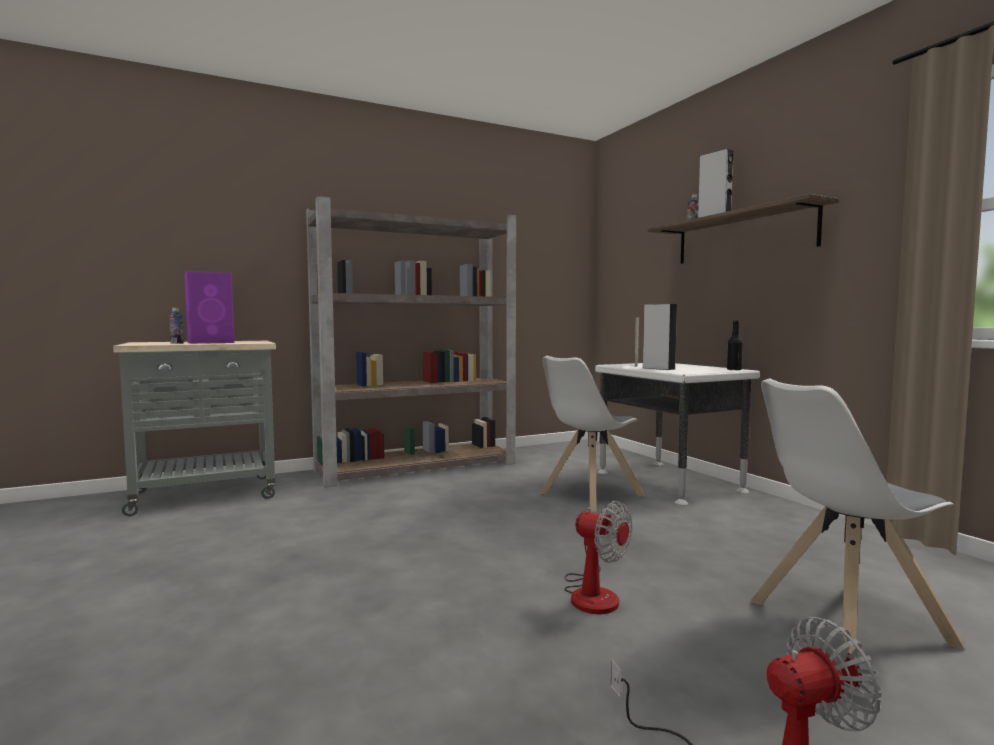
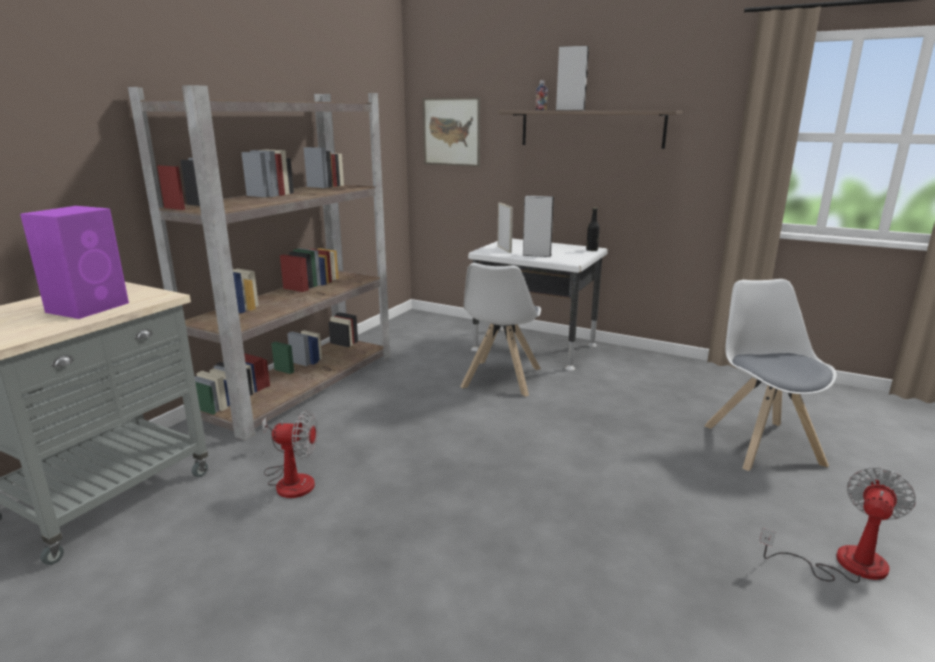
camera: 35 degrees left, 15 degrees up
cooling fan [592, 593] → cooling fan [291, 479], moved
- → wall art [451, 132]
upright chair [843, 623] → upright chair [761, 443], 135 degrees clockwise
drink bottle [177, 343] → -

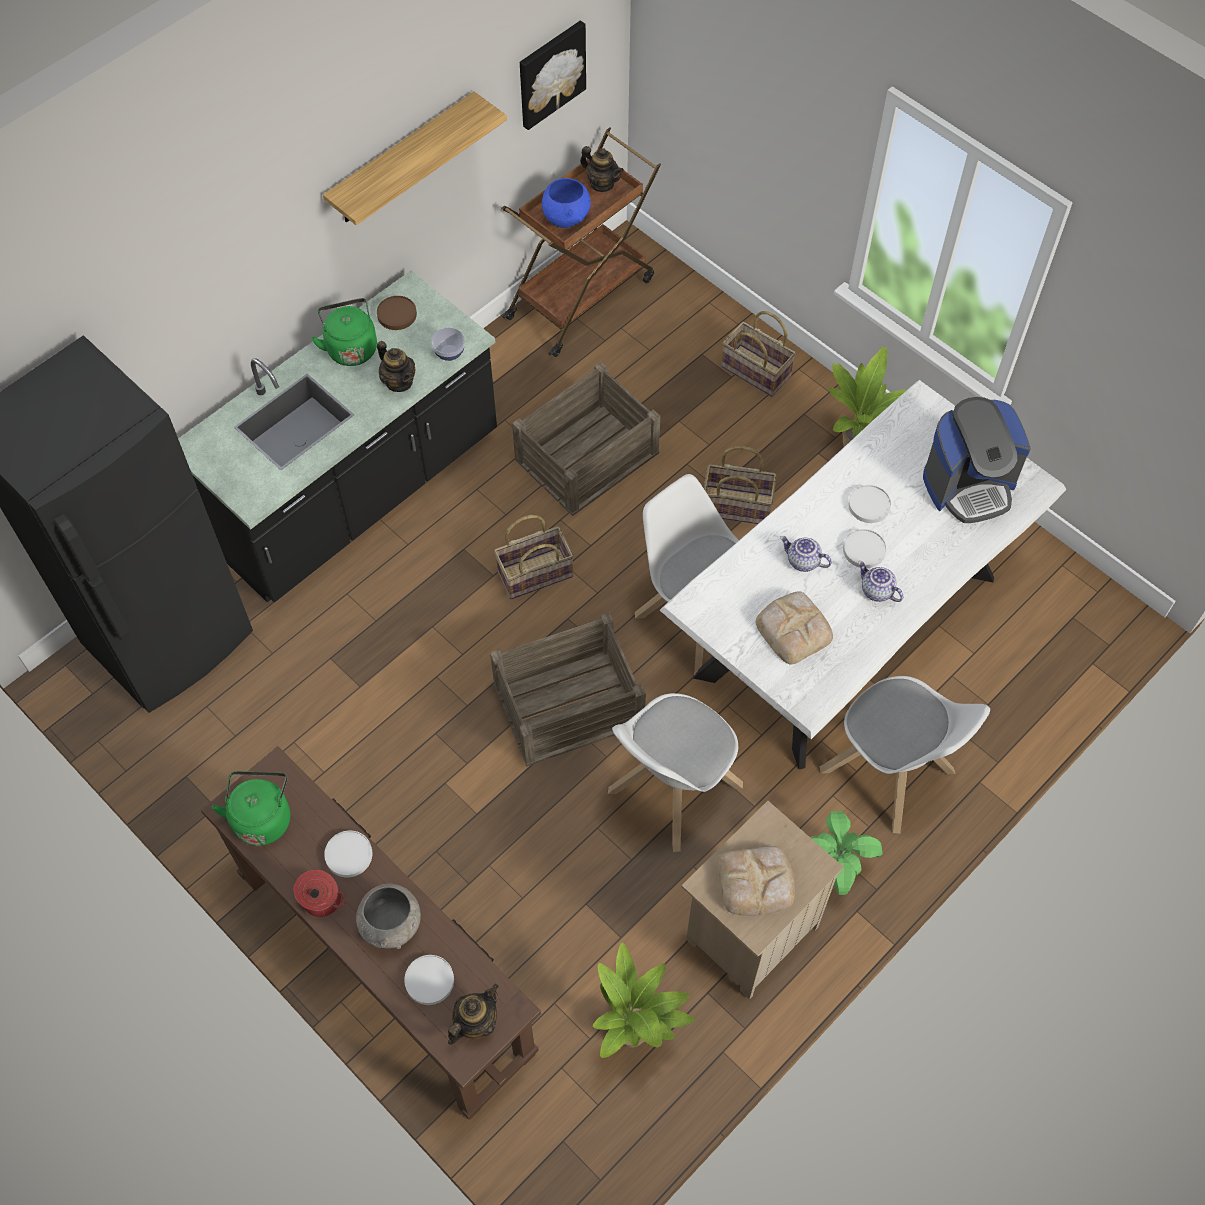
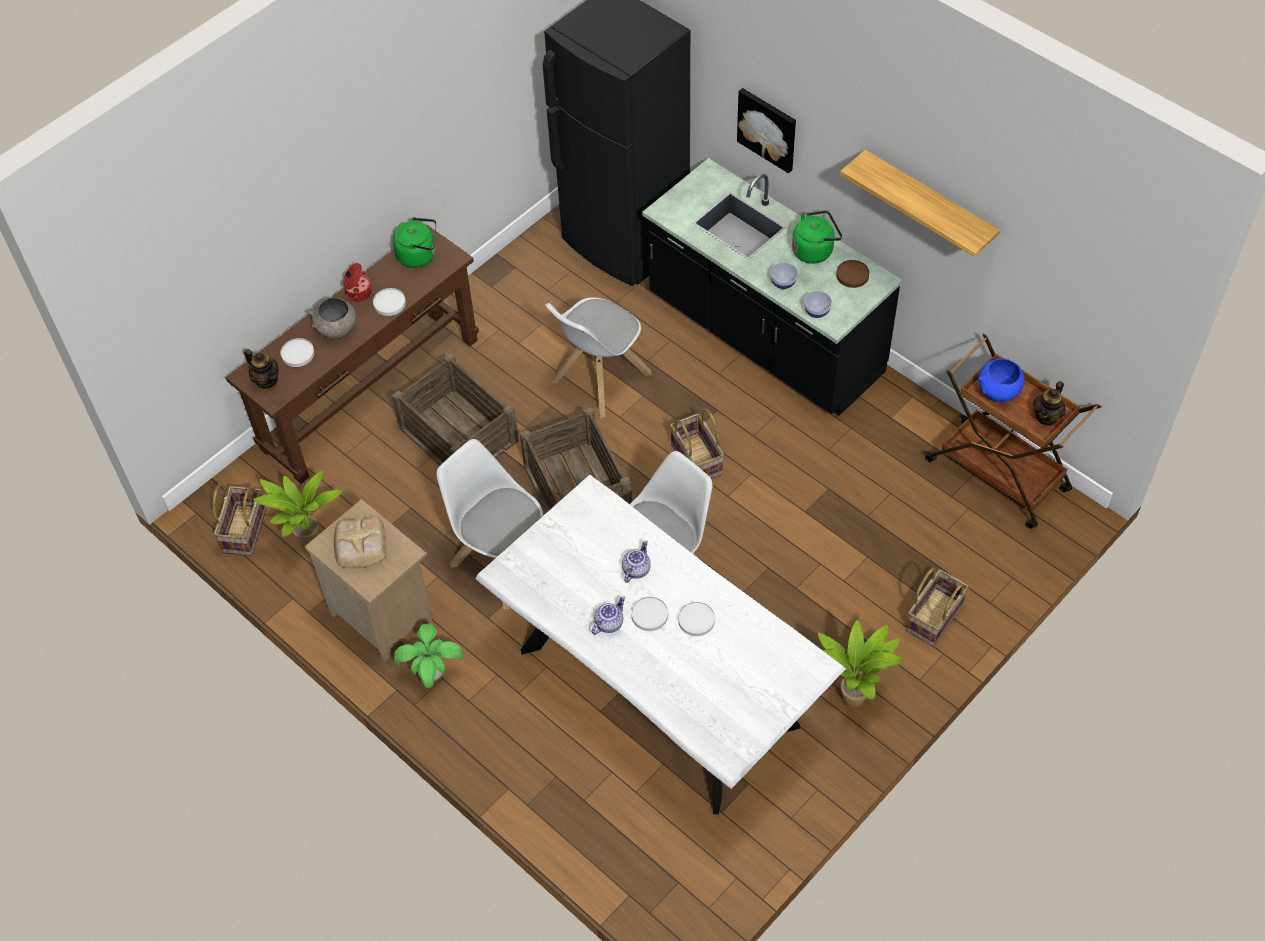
camera: 90 degrees right, 5 degrees down
storage basket [737, 505] → storage basket [245, 531], moved
crate [585, 456] → crate [458, 433], moved
upright chair [890, 773] → upright chair [599, 379], moved
wall art [550, 73] → wall art [768, 128], moved
pot for tea [399, 382] → bowl [783, 283]
bakery bread [793, 628] → -
coffee machine [968, 485] → -

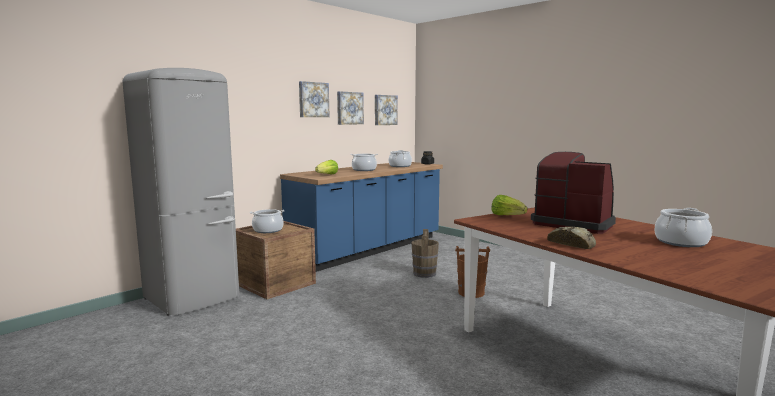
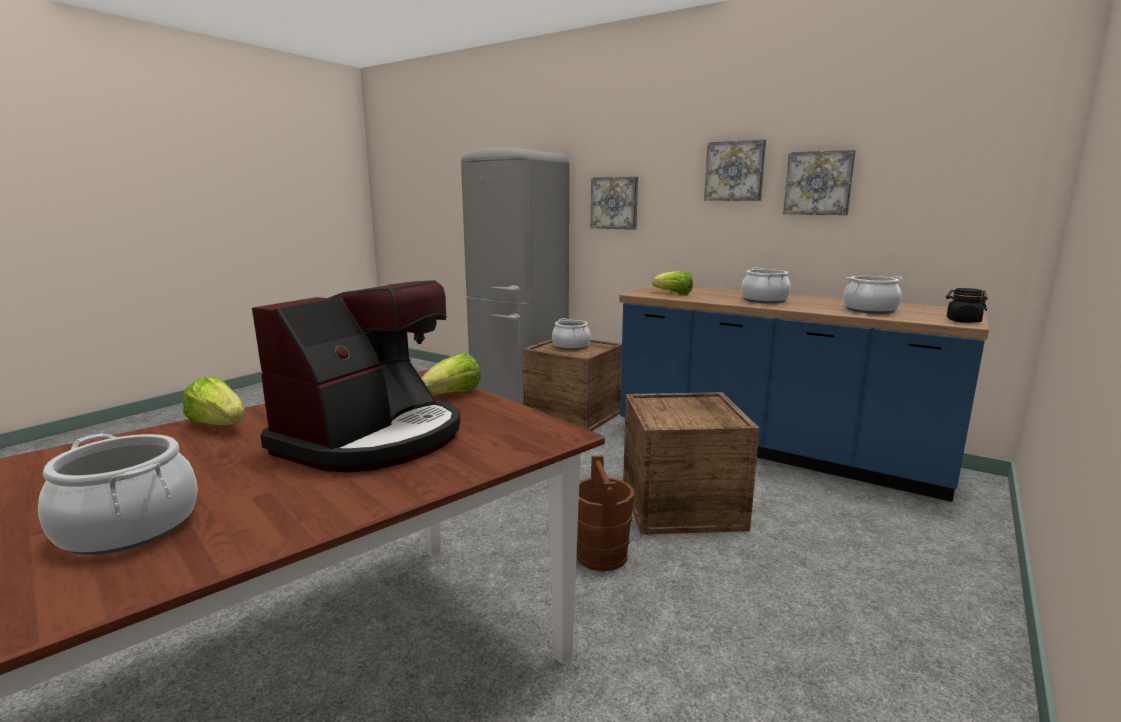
camera: 80 degrees right, 5 degrees up
bakery bread [572, 244] → lettuce [219, 425]
wall art [385, 110] → wall art [615, 203], moved
pail (brown) [424, 273] → crate [681, 505]

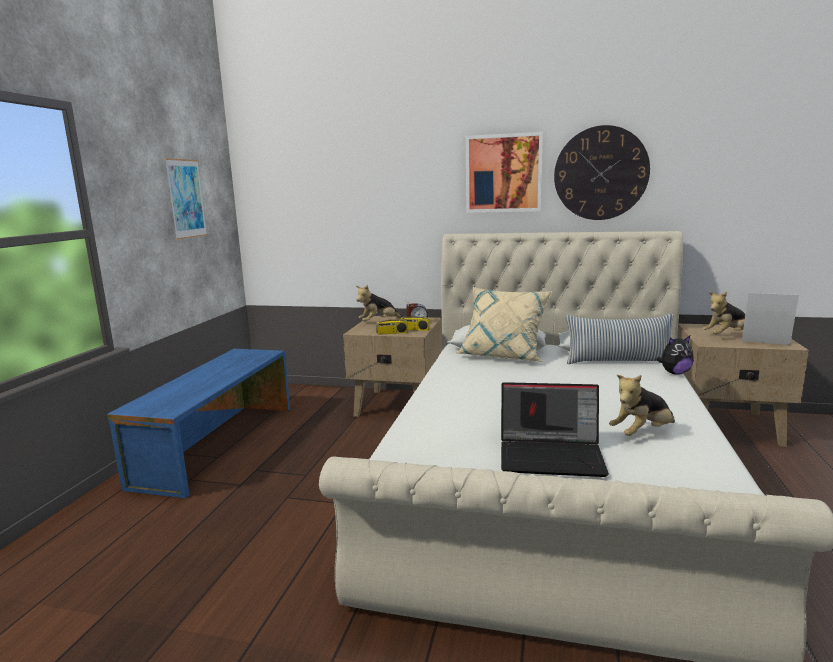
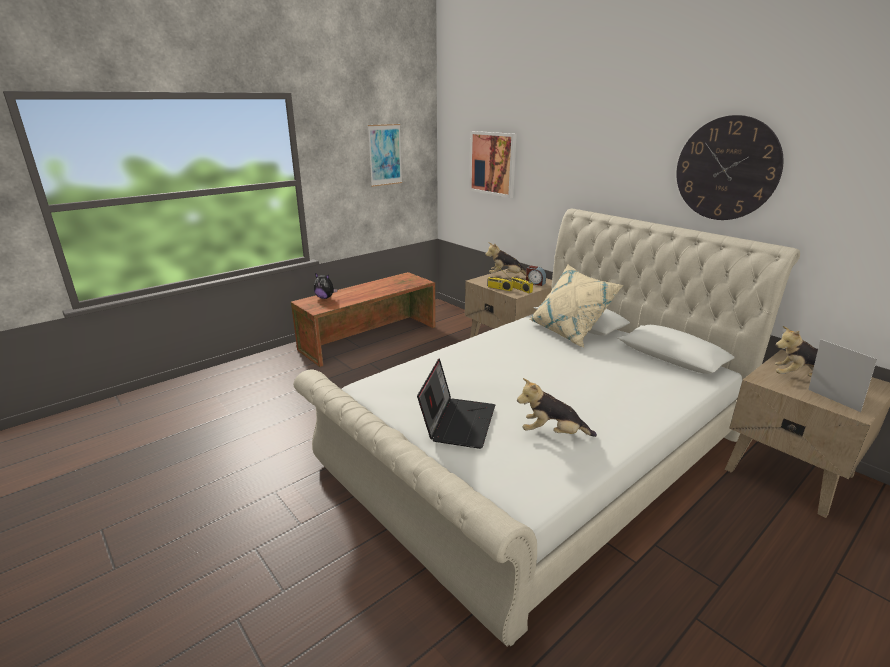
camera: 35 degrees right, 10 degrees up
bench (blue) [217, 443] → bench (brown) [369, 337]
soft toy [674, 373] → soft toy [325, 297], moved
laptop [552, 456] → laptop [457, 422], 120 degrees counterclockwise
wall art [503, 173] → wall art [493, 163], moved
pillow [618, 361] → -

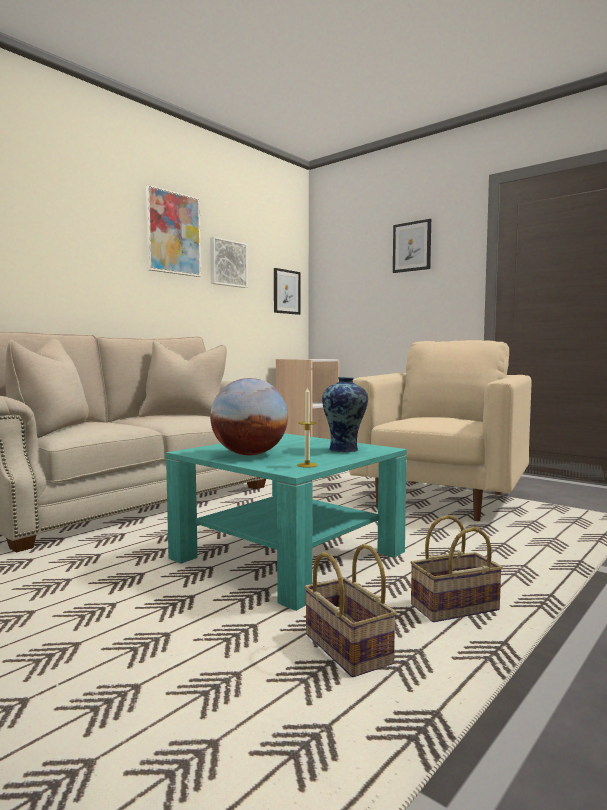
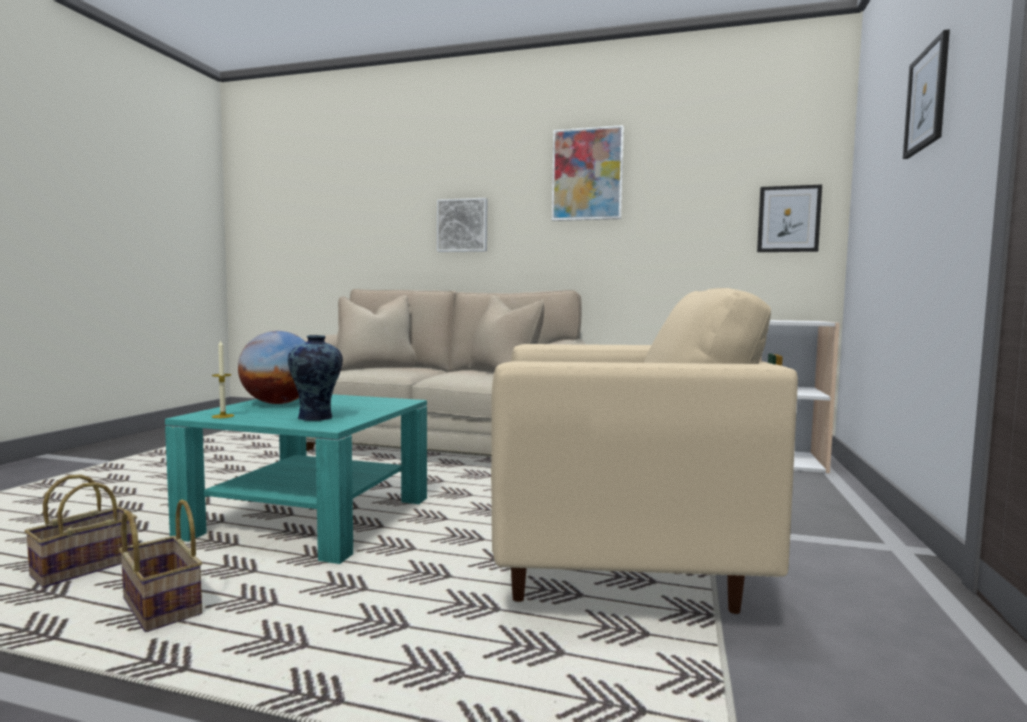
camera: 65 degrees right, 0 degrees up
wall art [227, 263] → wall art [463, 225], moved

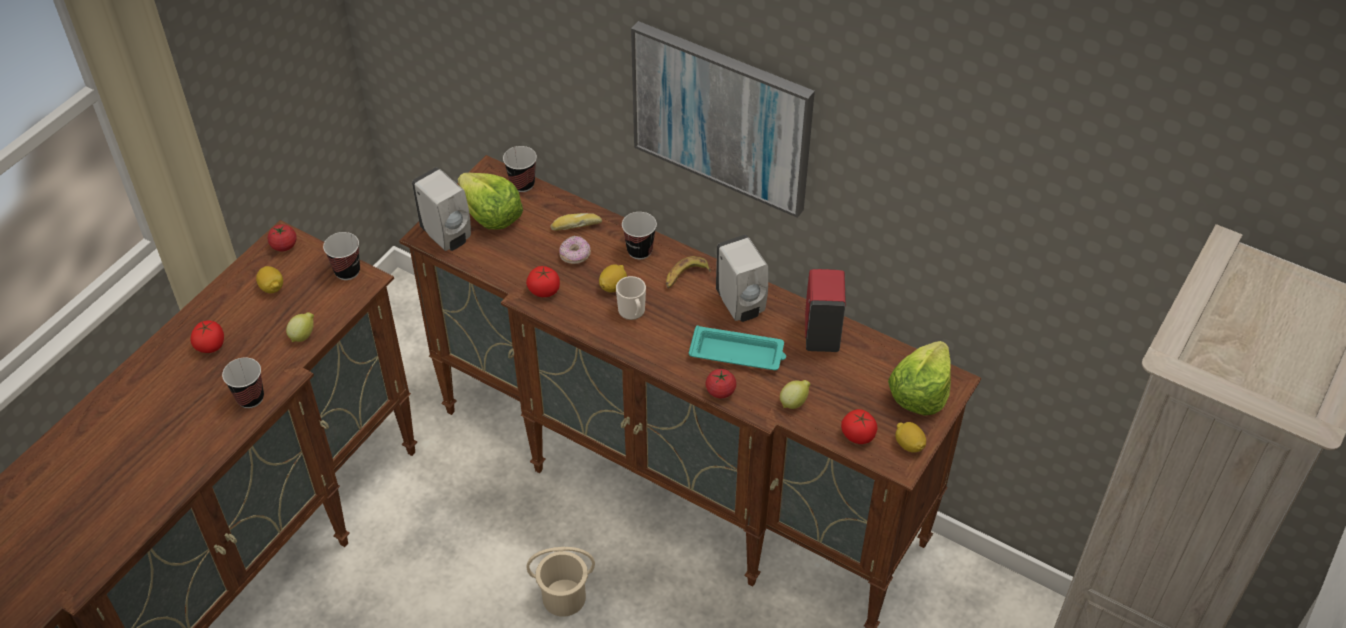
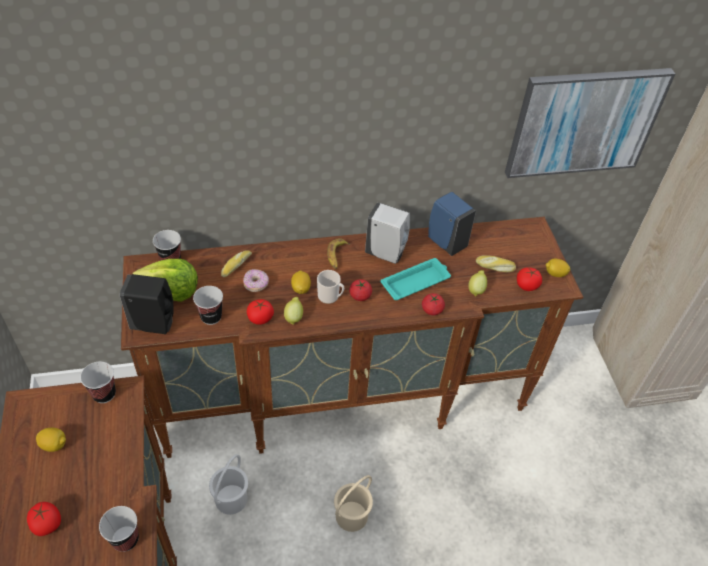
camera: 45 degrees left, 0 degrees up
soap dispenser (whitish) [447, 236] → soap dispenser (black) [155, 324]
drinking cup [639, 250] → drinking cup [211, 317], moved
- → pail (whitish) [232, 499]
lemon [303, 335] → lemon [294, 317], moved
whole tomato [284, 246] → whole tomato [360, 296], moved
soap dispenser (red) [821, 333] → soap dispenser (blue) [445, 242]
- → bakery bread [495, 267]
wall art [722, 117] → wall art [584, 122], moved
lettuce [919, 392] → -

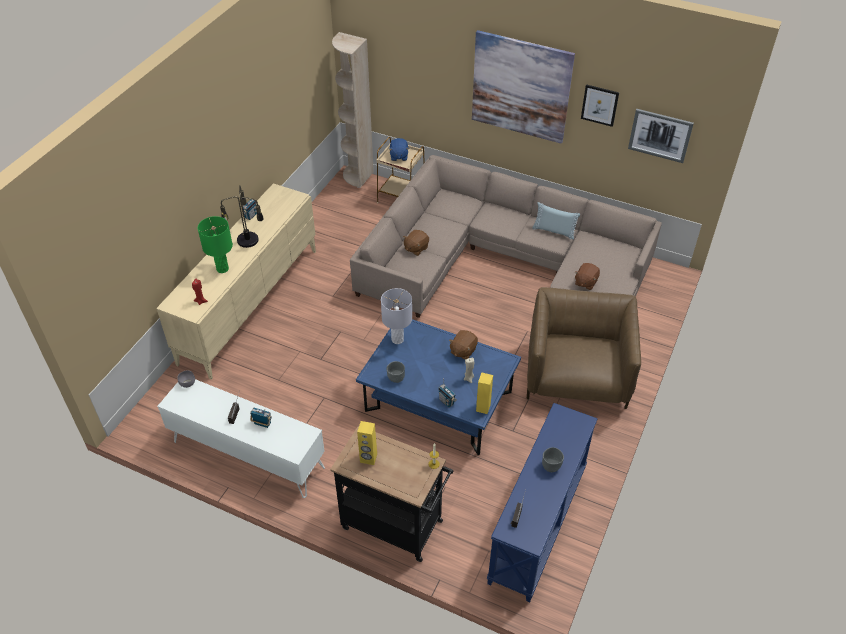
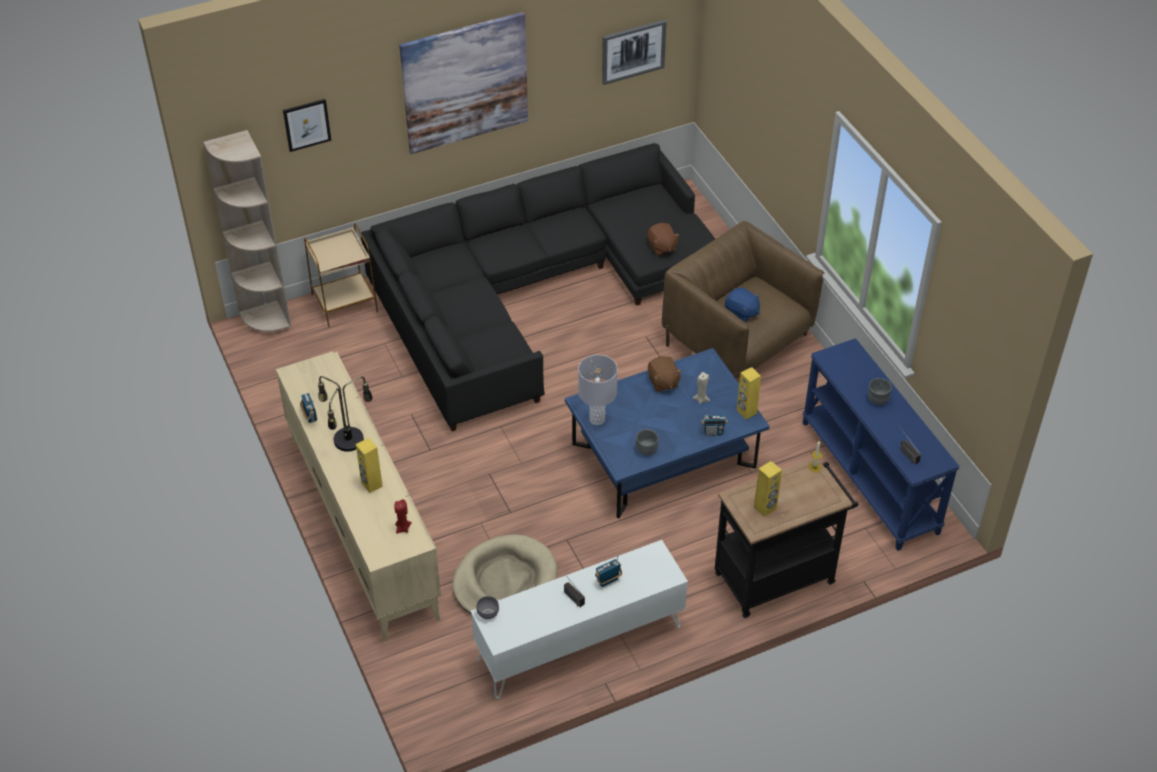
camera: 50 degrees left, 0 degrees up
wall art [599, 105] → wall art [307, 124], moved
tabletop lamp (greenish) [222, 269] → audio speaker (yellow) [371, 484]
sofa (beige) [501, 260] → sofa (black) [532, 291]
- → pet bed (beige) [505, 581]
soft toy (blue) [398, 156] → soft toy (blue) [741, 313], moved
soft toy (brown) [416, 248] → -
pillow (blue) [554, 231] → -

